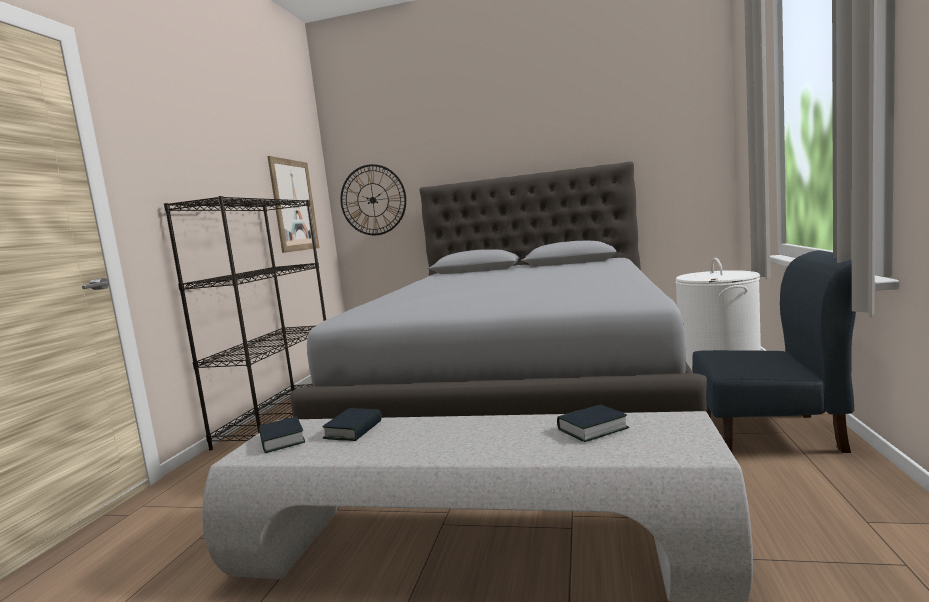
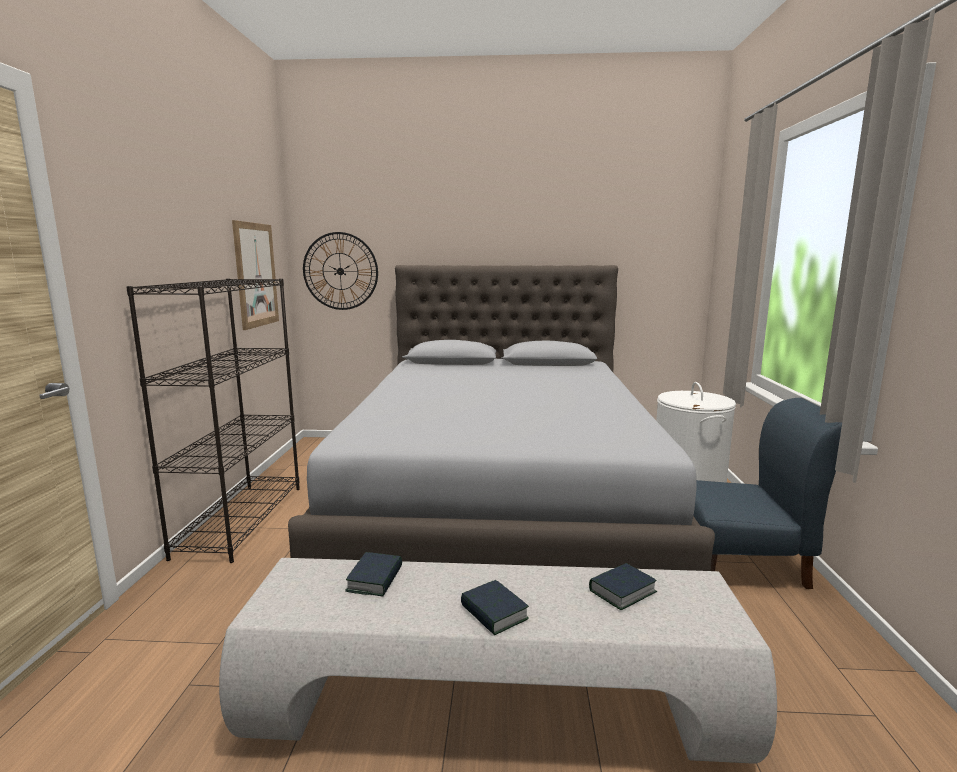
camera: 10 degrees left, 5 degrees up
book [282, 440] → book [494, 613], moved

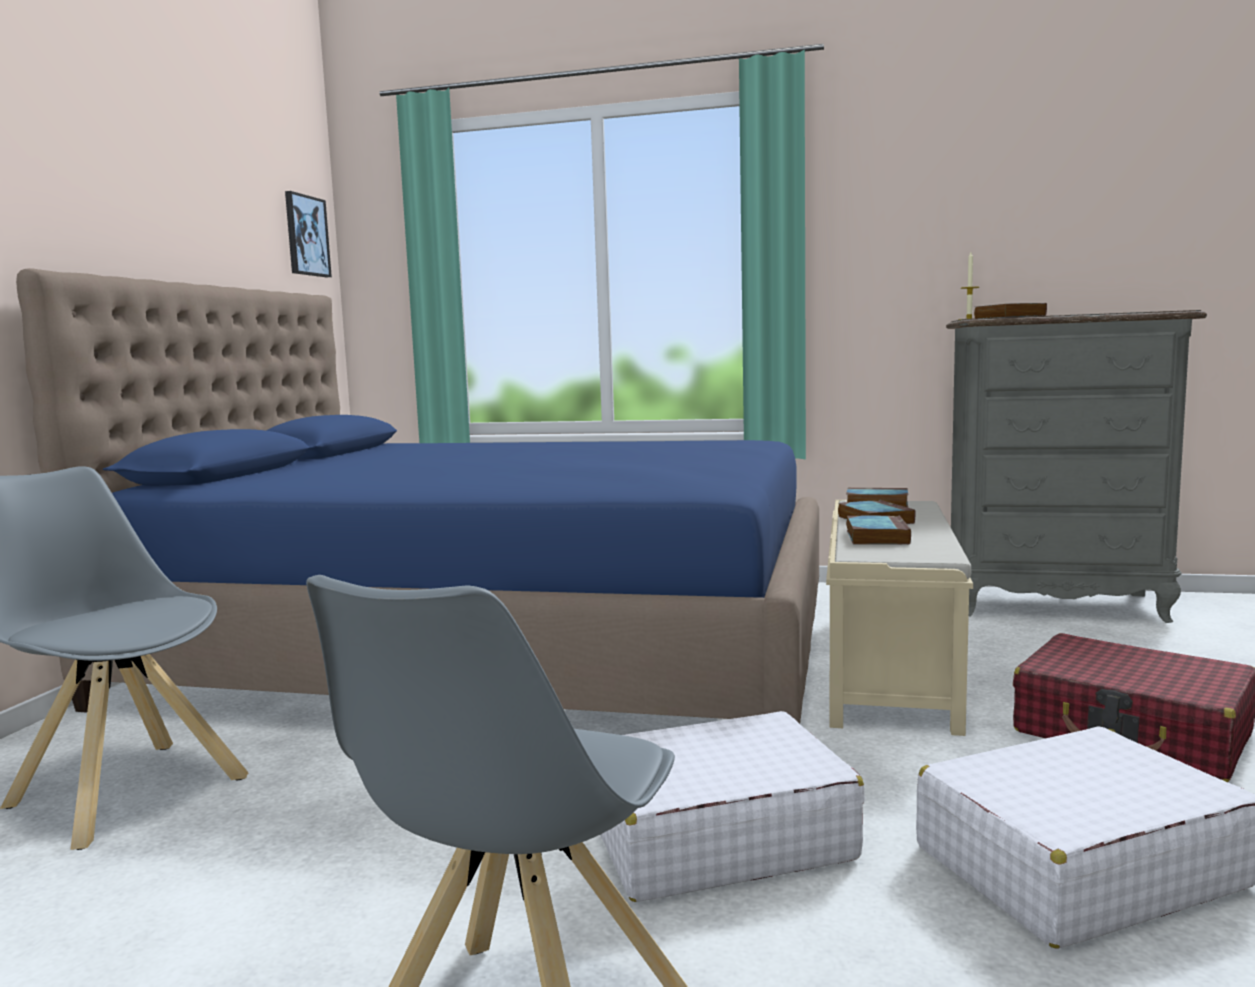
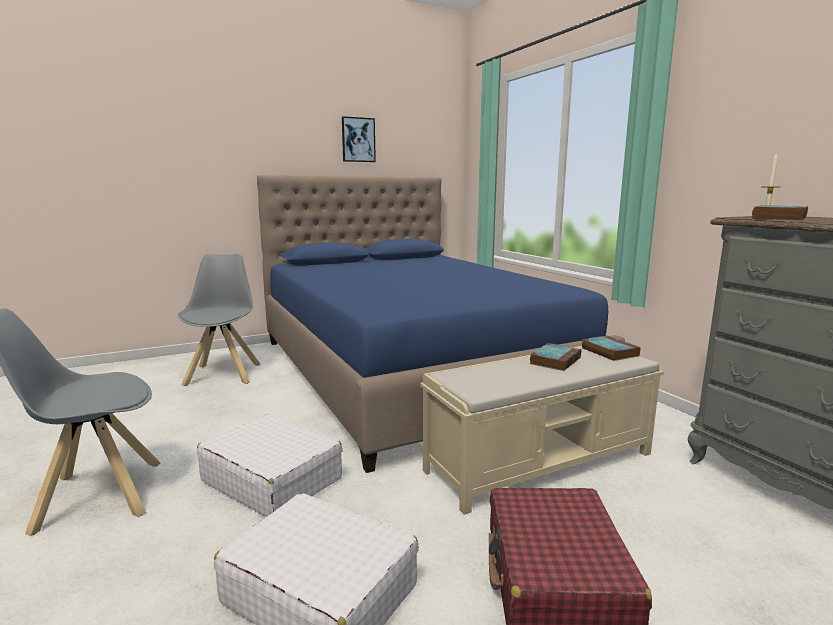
camera: 50 degrees right, 5 degrees up
wall art [306, 236] → wall art [358, 140], moved
book [876, 536] → -

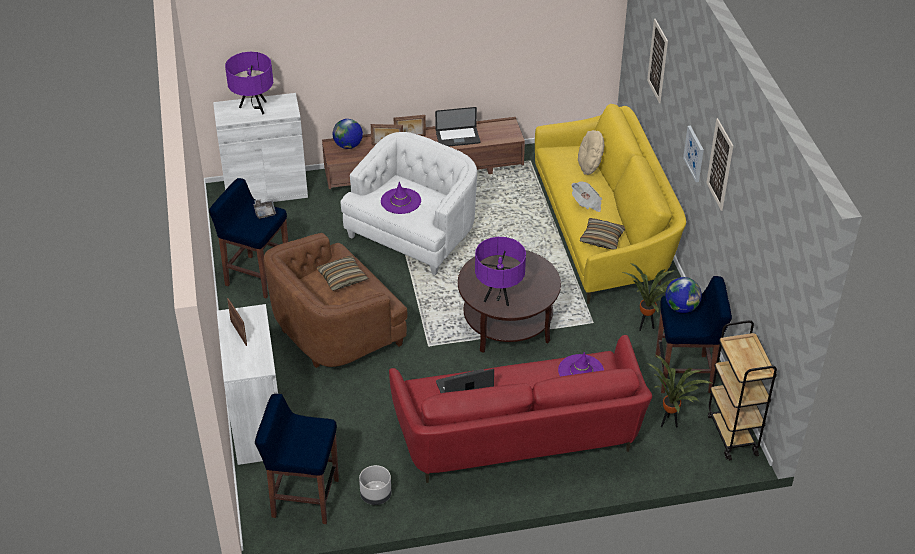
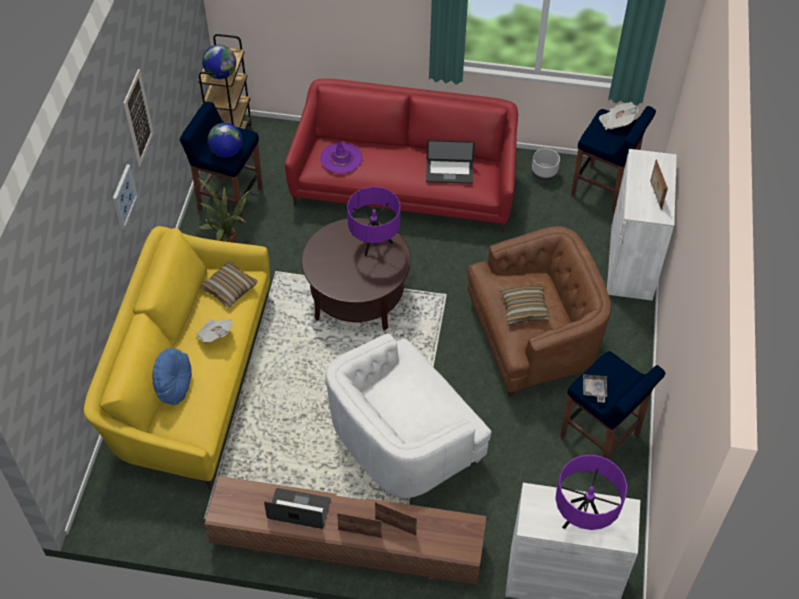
camera: 160 degrees left, 10 degrees up
pillow (beige) [589, 167] → pillow (blue) [175, 389]
desk globe [348, 146] → desk globe [221, 74], moved
- → daily paper [616, 122]
clothing hat (purplish) [401, 201] → -
wall art [657, 61] → -
plant in a pot [669, 424] → -

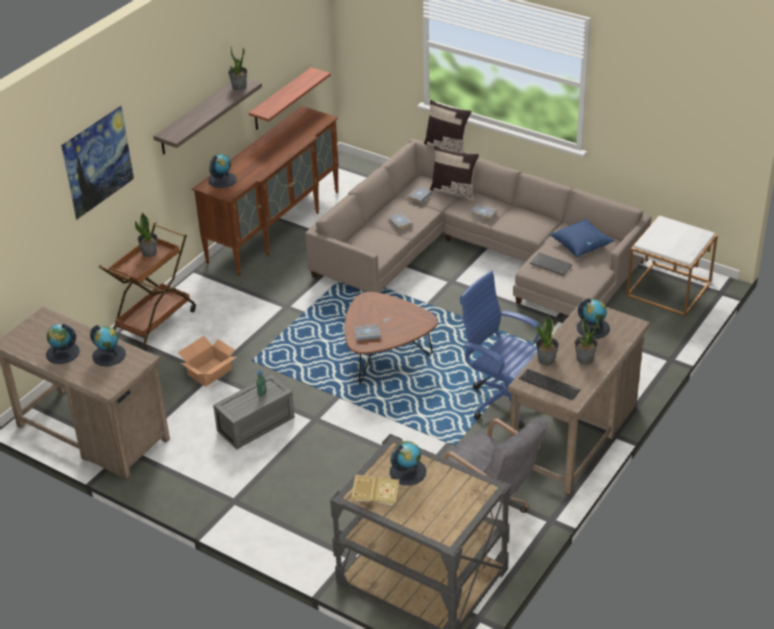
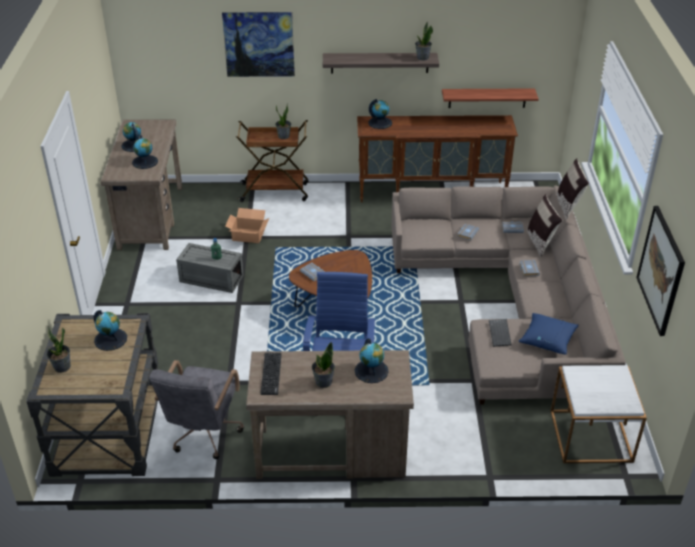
camera: 55 degrees right, 0 degrees up
plant in a pot [546, 360] → plant in a pot [62, 367], moved
- → wall art [661, 270]
book [376, 497] → -

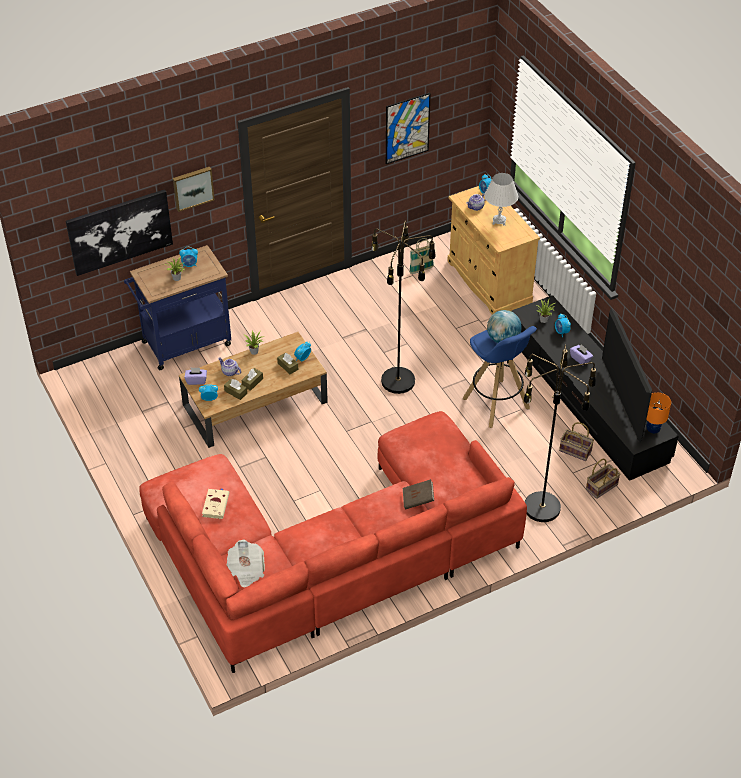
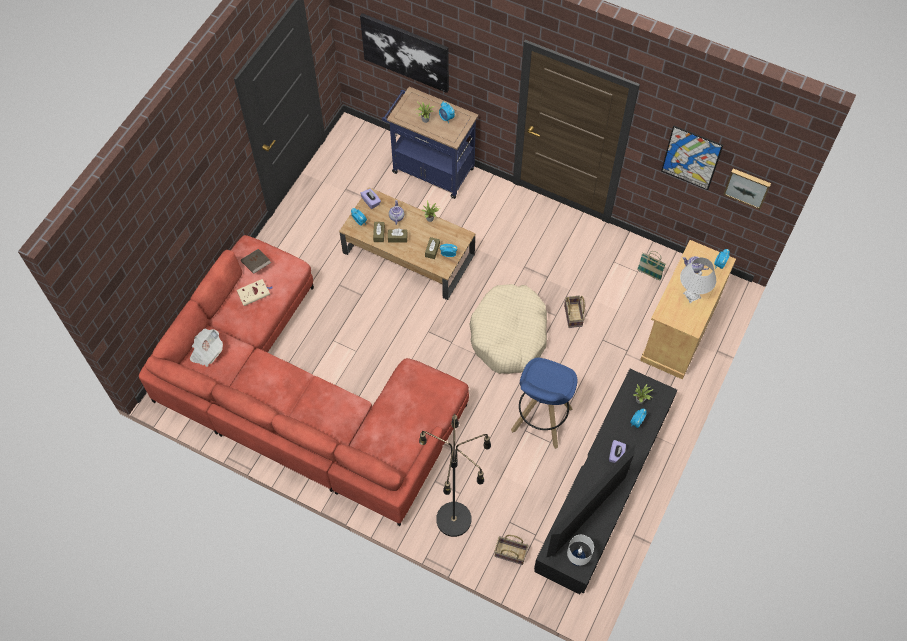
camera: 55 degrees right, 15 degrees up
book (brown) [418, 500] → book (brown) [256, 265], moved
floor lamp [399, 381] → pet bed (beige) [509, 335]
storage basket [576, 451] → storage basket [574, 316], moved
tabletop lamp (orangey) [653, 429] → tabletop lamp (whitish) [578, 560]
wall art [192, 188] → wall art [747, 187], moved
desk globe [503, 339] → -

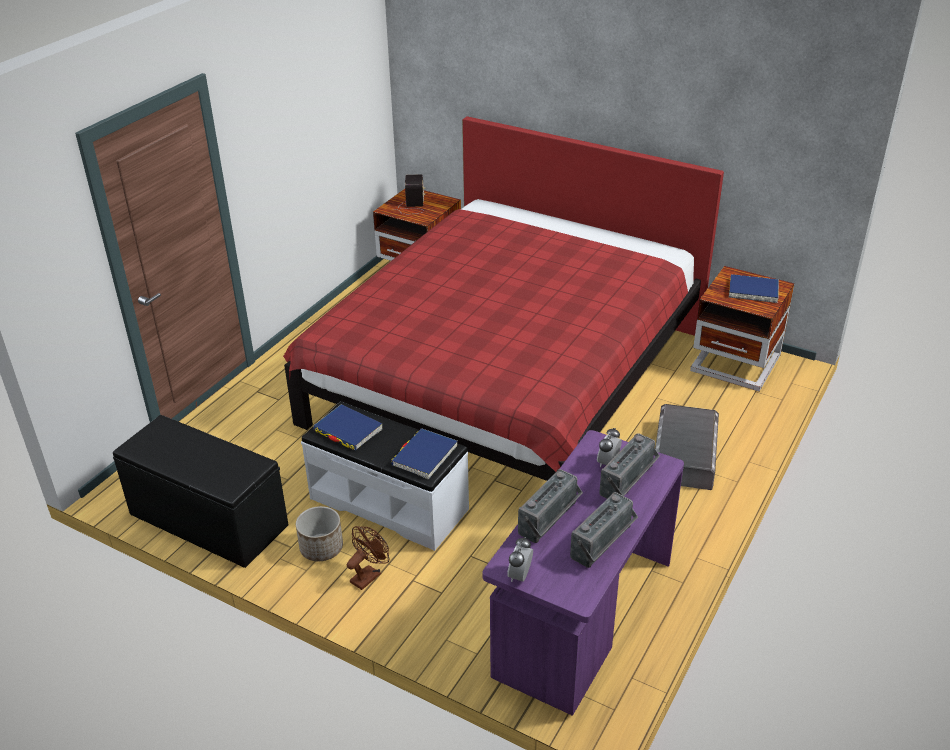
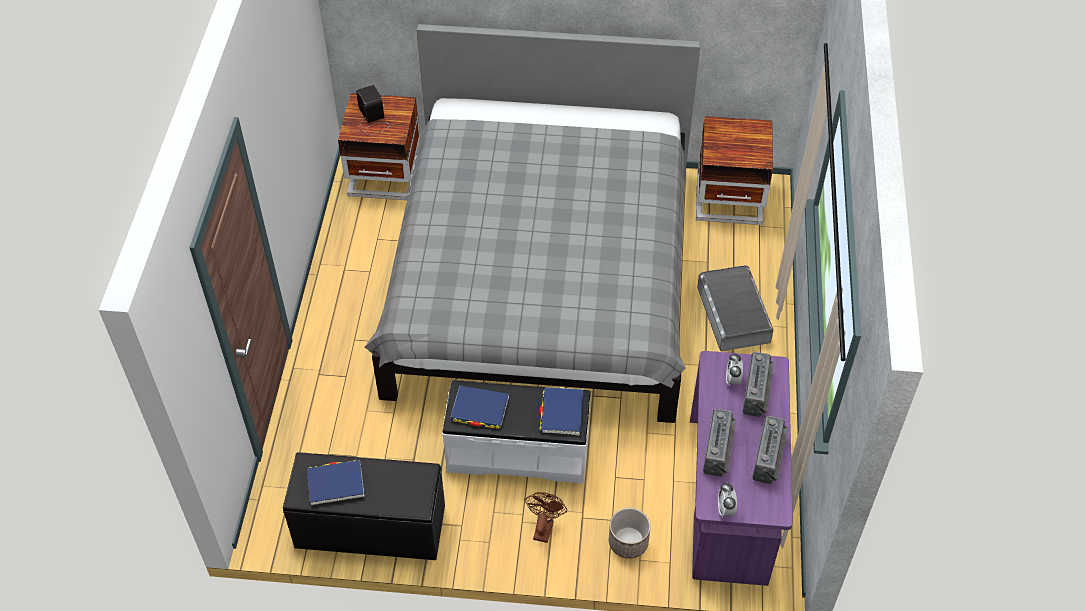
camera: 25 degrees left, 15 degrees up
book (blue) [753, 290] → book (blue) [336, 484], moved
bed (red) [506, 377] → bed (grey) [540, 280]
plant pot [321, 548] → plant pot [628, 542], moved

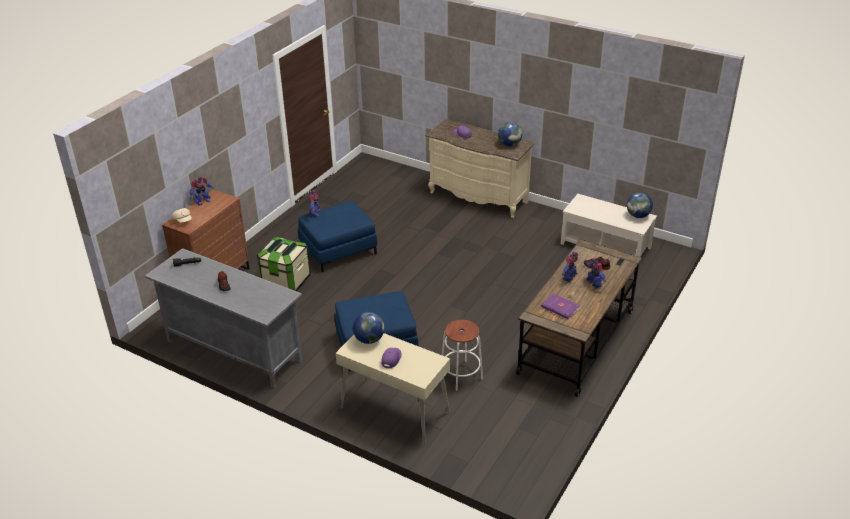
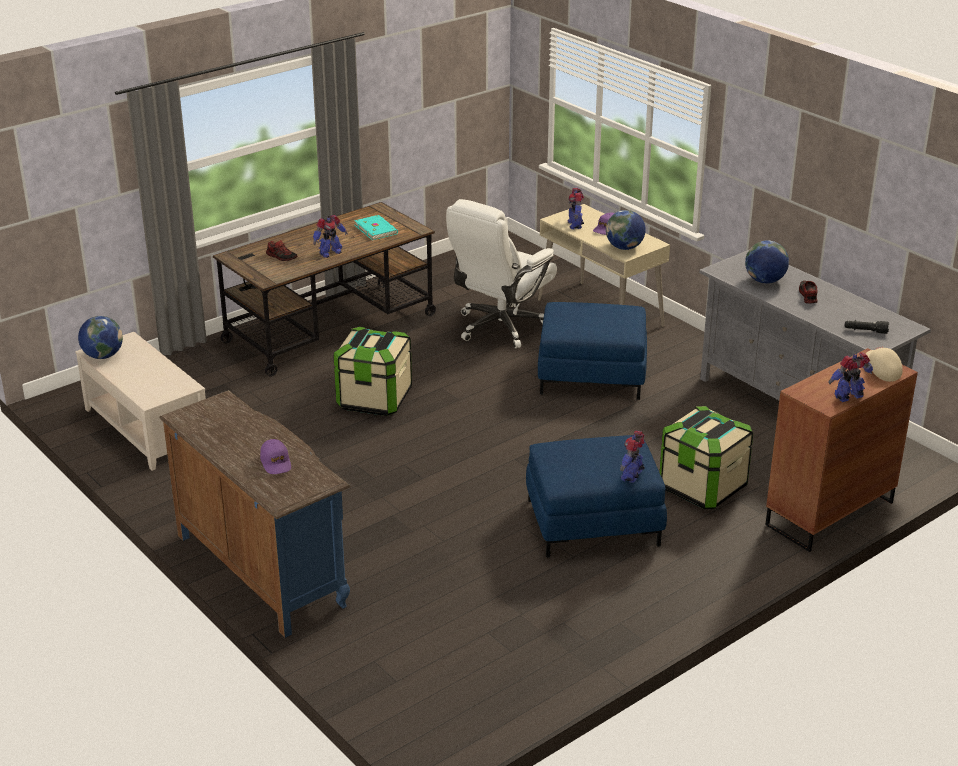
camera: 160 degrees left, 5 degrees down
dresser (beige) [478, 198] → dresser (blue) [263, 568]
- → storage box [374, 399]
book (purplish) [560, 308] → book (blue-green) [376, 229]
stool (whitish) [461, 375] → office chair (whitish) [501, 326]
toy robot [593, 284] → toy robot [575, 225], moved
desk globe [509, 144] → desk globe [764, 281], moved

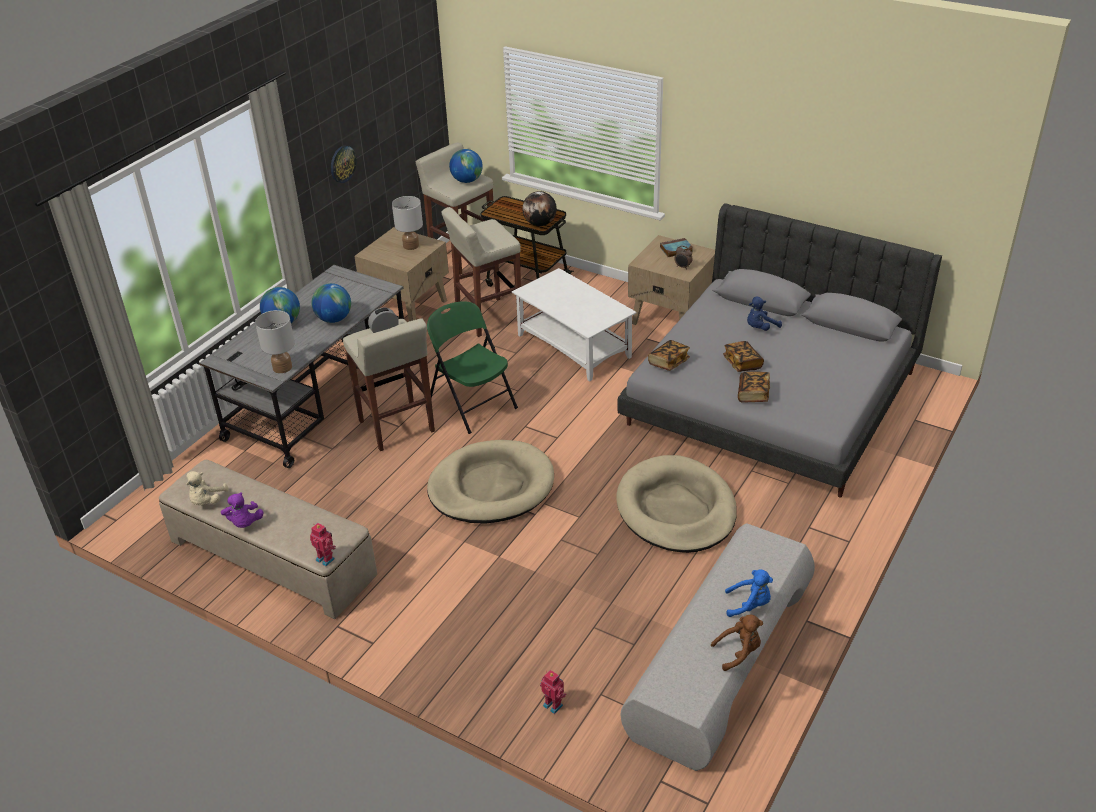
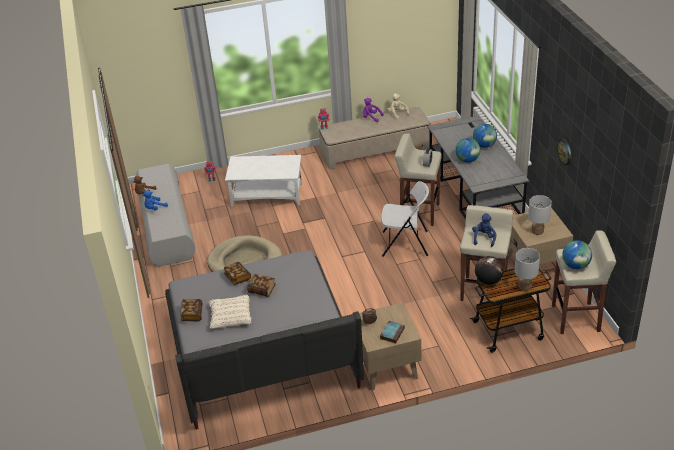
camera: 135 degrees right, 0 degrees up
book [668, 362] → book [192, 314], moved
- → pillow (beige) [230, 316]
coffee table (whitish) [575, 346] → coffee table (whitish) [266, 195], moved
upright chair (greenish) [472, 404] → upright chair (whitish) [405, 243]
soft toy (blue) [760, 328] → soft toy (blue) [484, 238], moved
tabletop lamp (grey) [282, 367] → tabletop lamp (grey) [525, 286], moved
pet bed (beige) [491, 487] → -

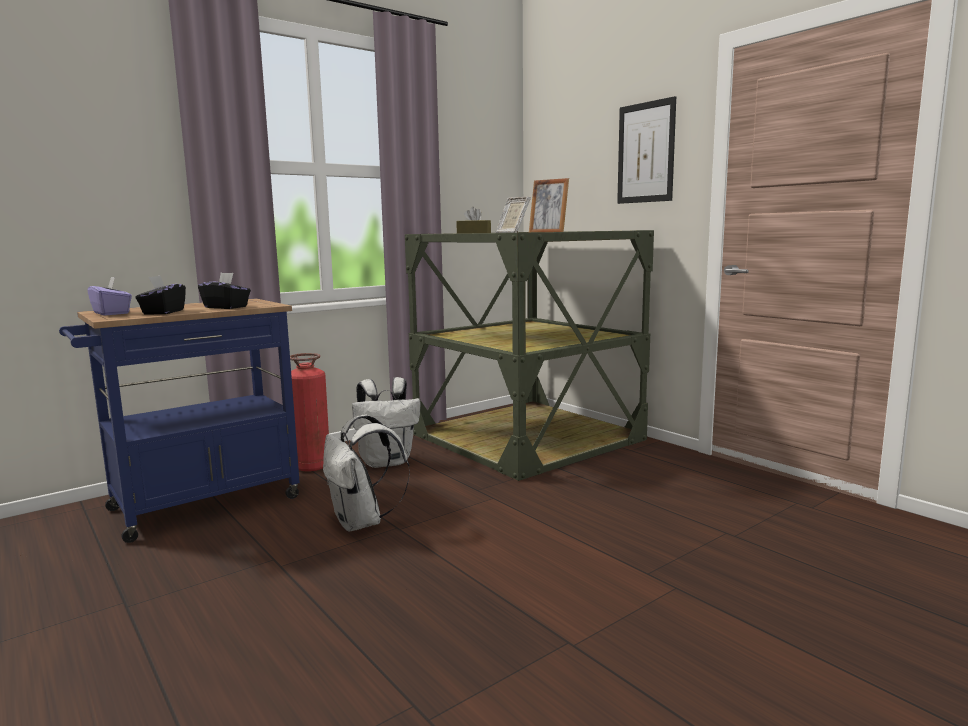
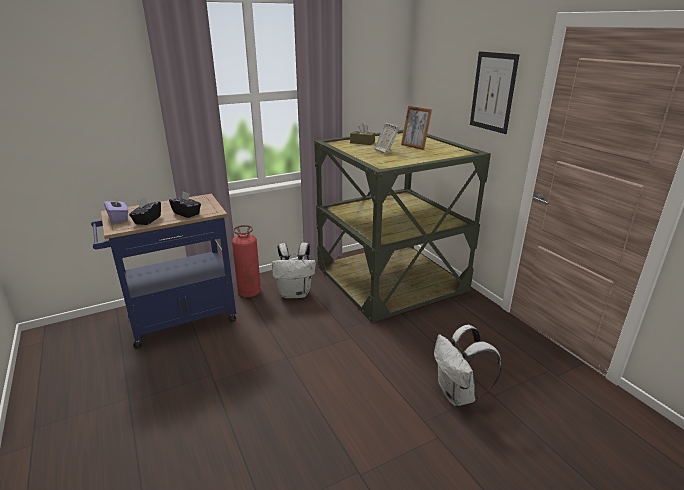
camera: 10 degrees right, 15 degrees up
knapsack (whitish) [361, 522] → knapsack (whitish) [458, 394], moved

